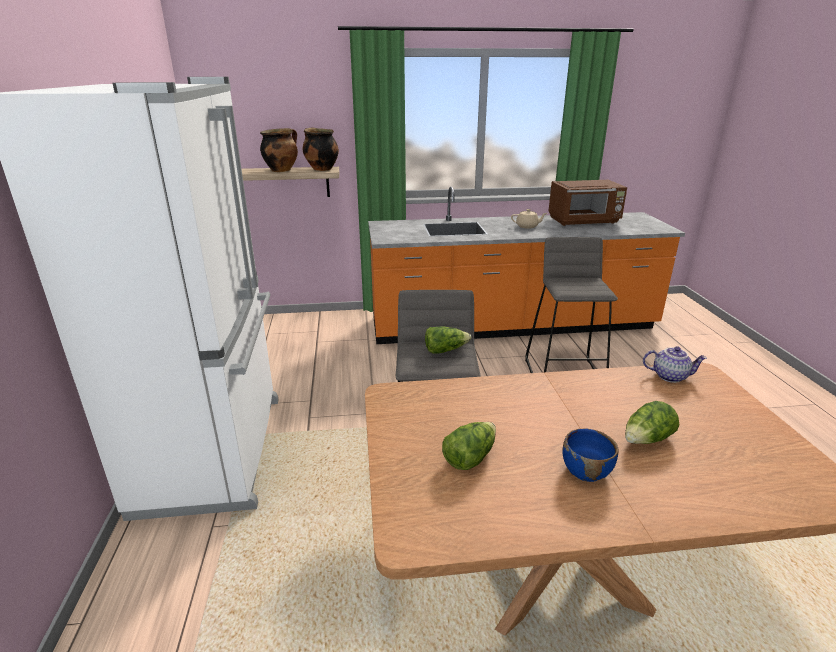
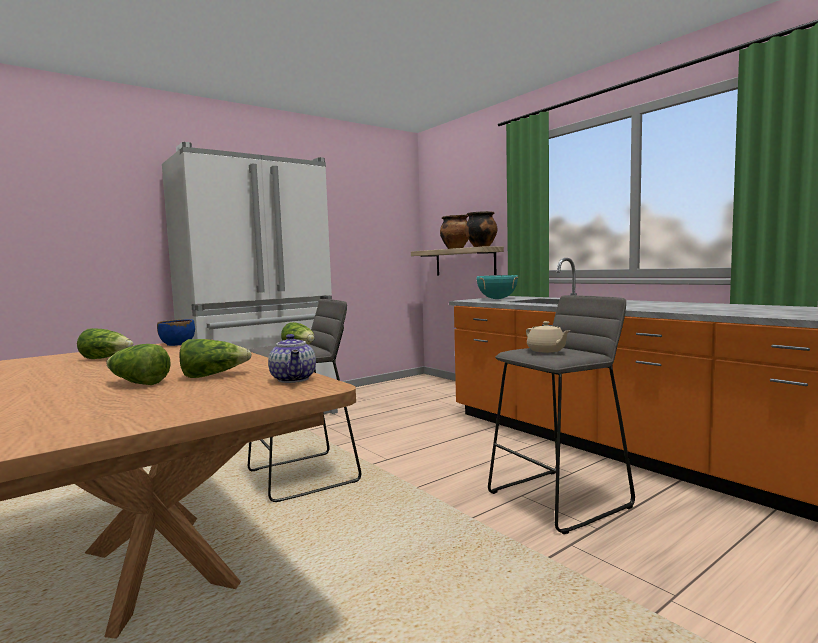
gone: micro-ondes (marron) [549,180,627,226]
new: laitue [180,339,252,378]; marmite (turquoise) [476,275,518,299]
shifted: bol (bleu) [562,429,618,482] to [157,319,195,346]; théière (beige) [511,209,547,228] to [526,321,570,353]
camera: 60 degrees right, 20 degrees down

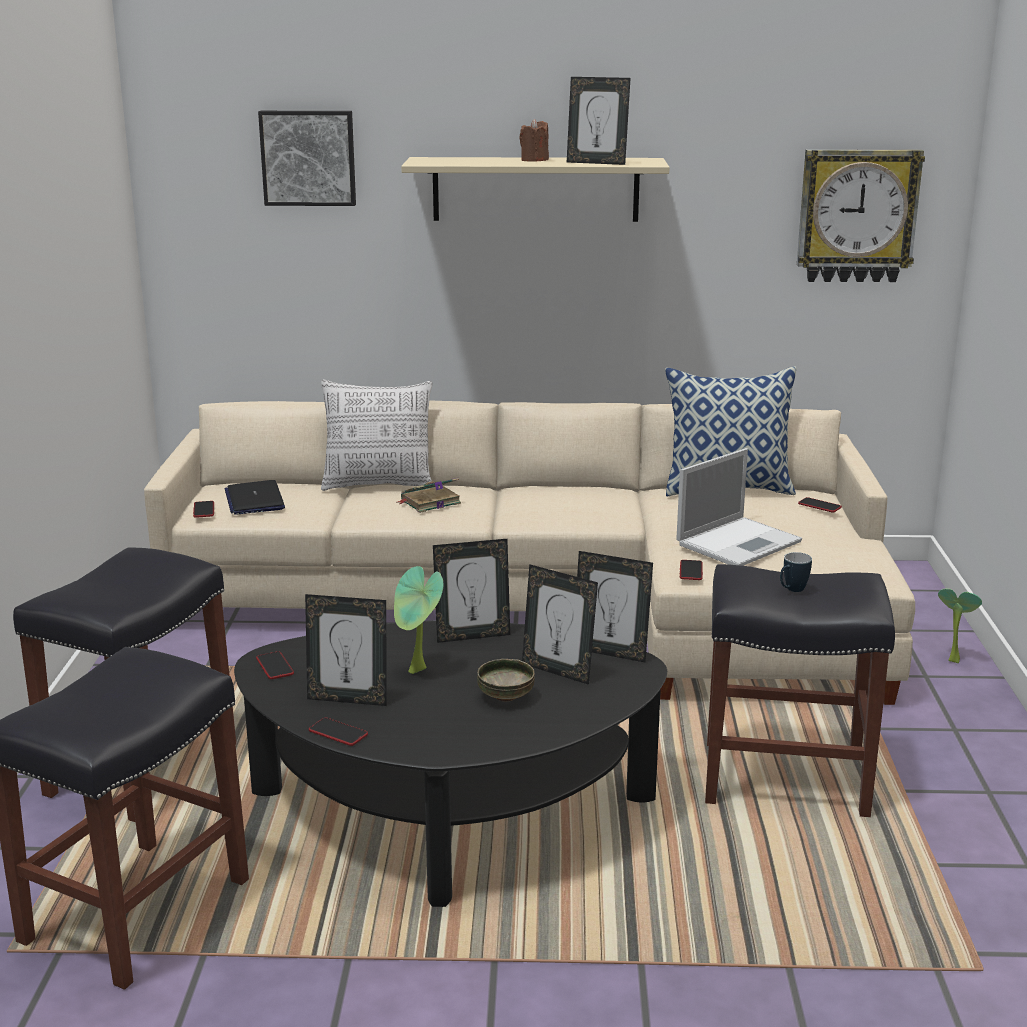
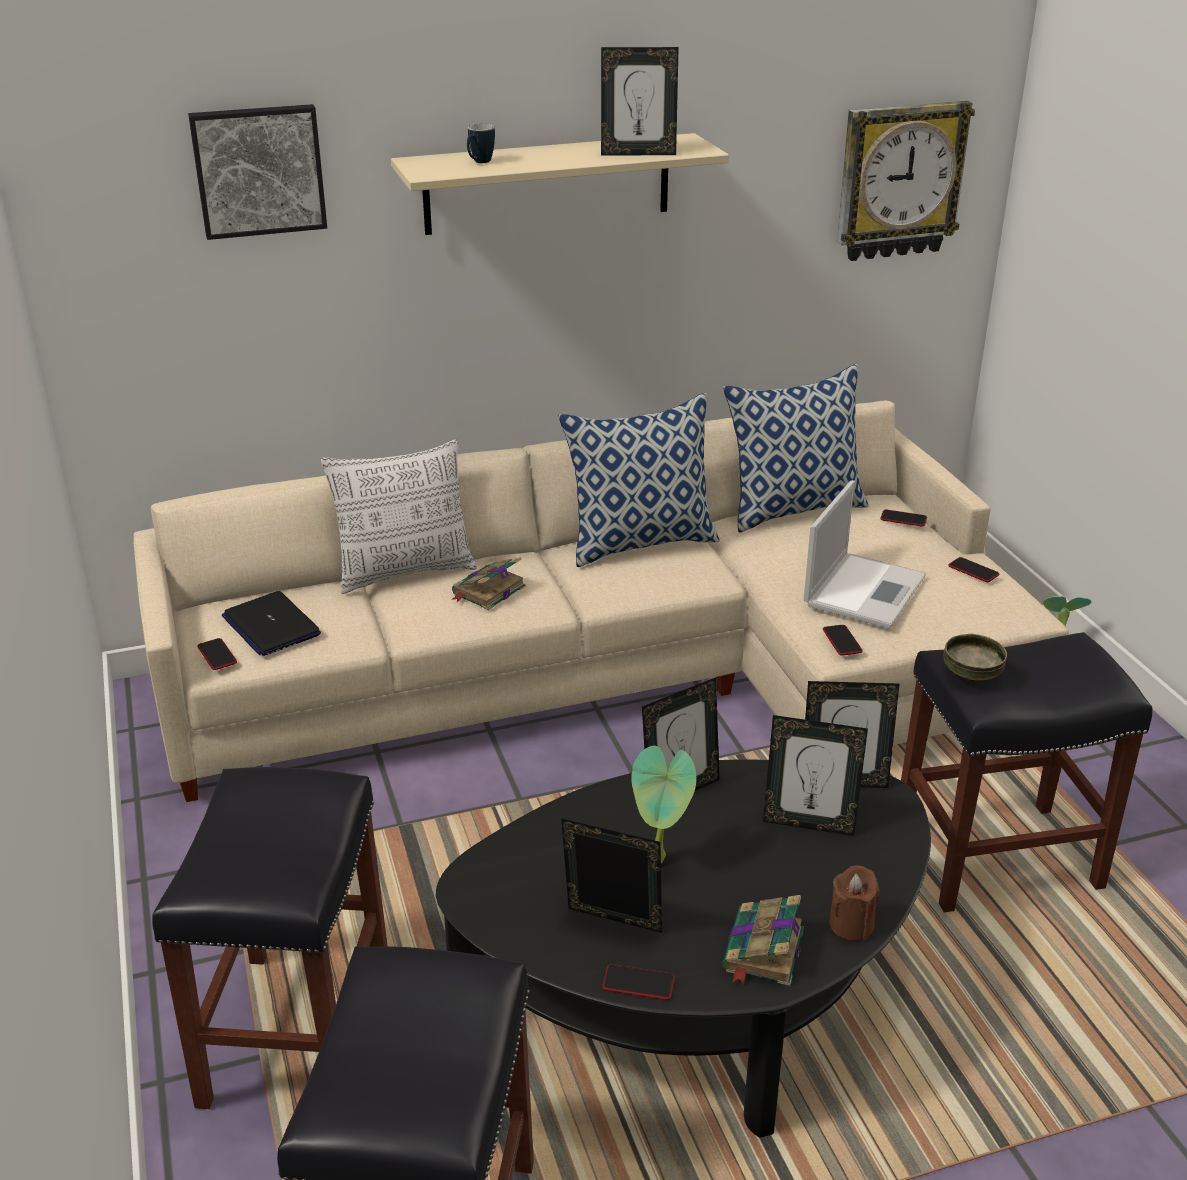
new: coussin [559,393,720,567]; livre [722,895,804,986]
shifted: mug [780,552,812,592] to [467,124,495,163]; bougie (marron) [519,119,549,162] to [829,866,880,940]; bol [477,659,535,701] to [943,634,1007,681]; téléphone [256,651,294,679] to [949,557,999,582]
rotated: cadre photo [305,594,387,706] = [561,818,662,933] 150 degrees counterclockwise
camera: 20 degrees left, 10 degrees up

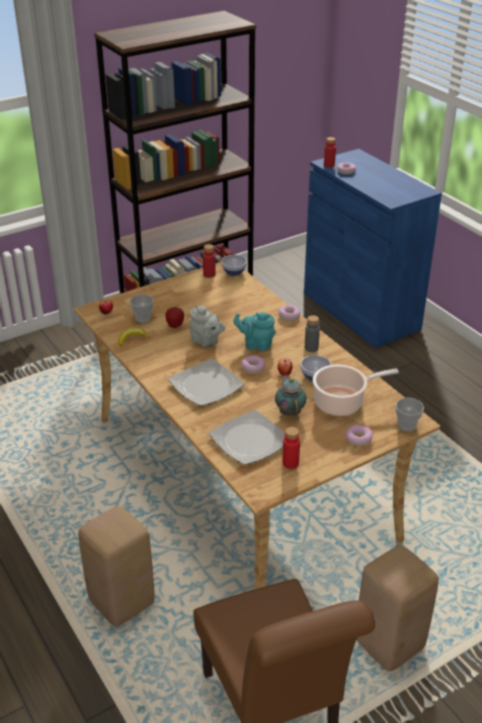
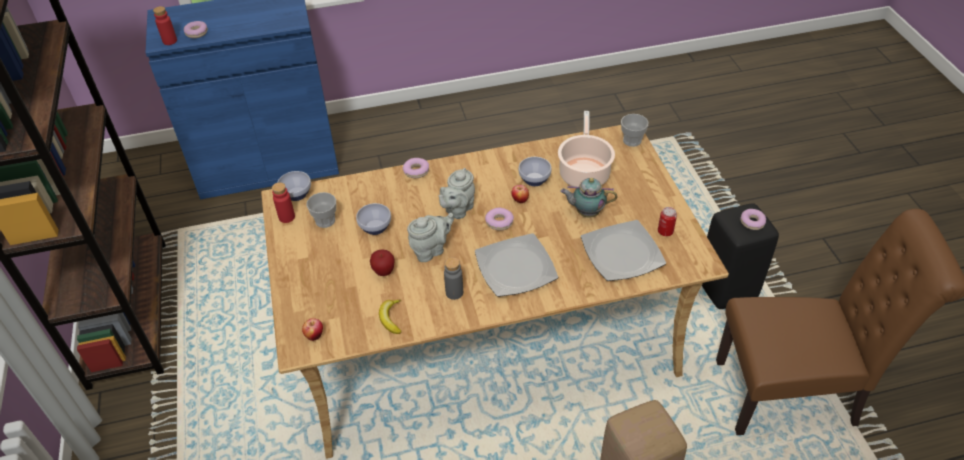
new: bol [356,203,391,235]
shifted: tasse [130,294,154,323] to [306,192,336,228]; bouteille (gris) [305,315,320,352] to [444,257,463,300]; beignet [346,425,373,446] to [740,209,766,230]
swapped: bouteille (rouge) [283,427,300,469] to boîte métallique [658,207,677,236]
repainted: théière (turquoise) [233,312,276,351] to théière (gris) [439,168,475,219]; tabouret (beige) [356,545,439,671] to tabouret (noir) [702,203,779,309]
camera: 70 degrees left, 10 degrees up

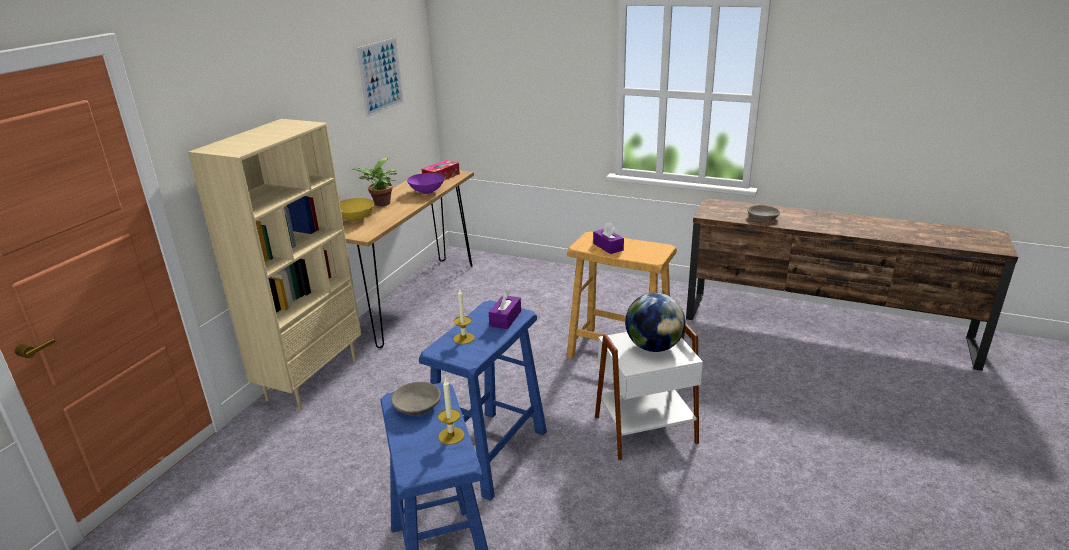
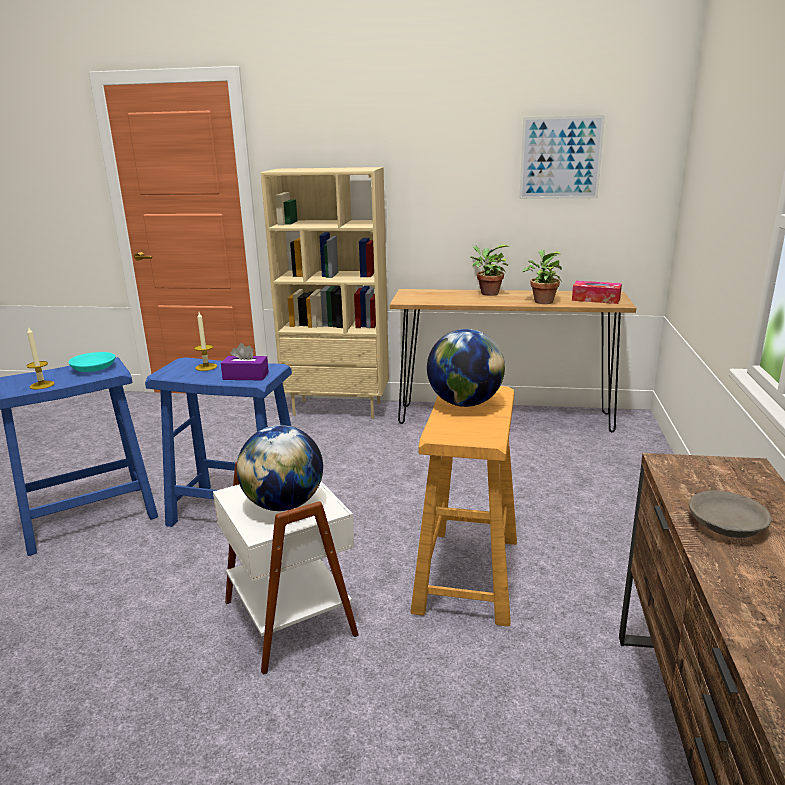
gone: bol (jaune) [340,198,374,222]
swapped: boîte à mouchoirs (violet) [593,222,624,254] to globe [427,329,505,407]; bol (violet) [407,173,444,194] to plante en pot [522,250,562,304]
repainted: bol (gris) [391,382,441,415] to bol (turquoise) [68,352,115,372]
camera: 75 degrees right, 5 degrees down

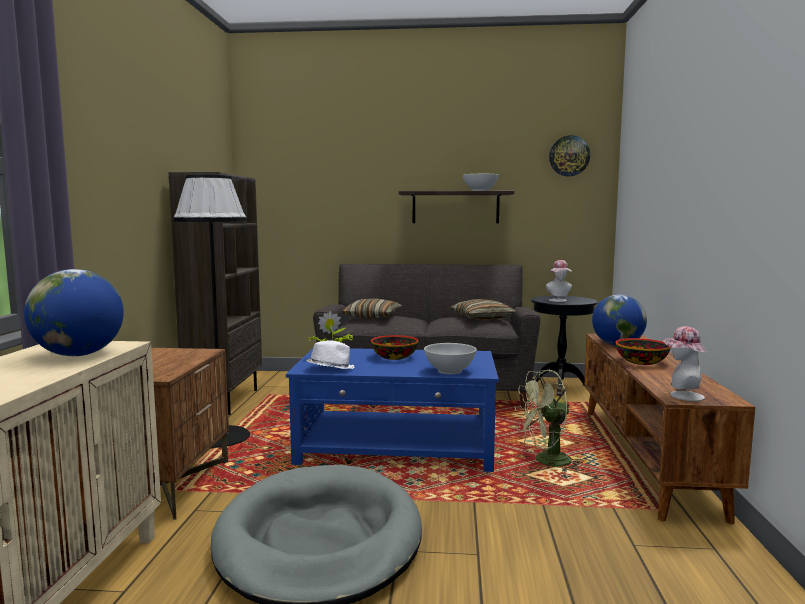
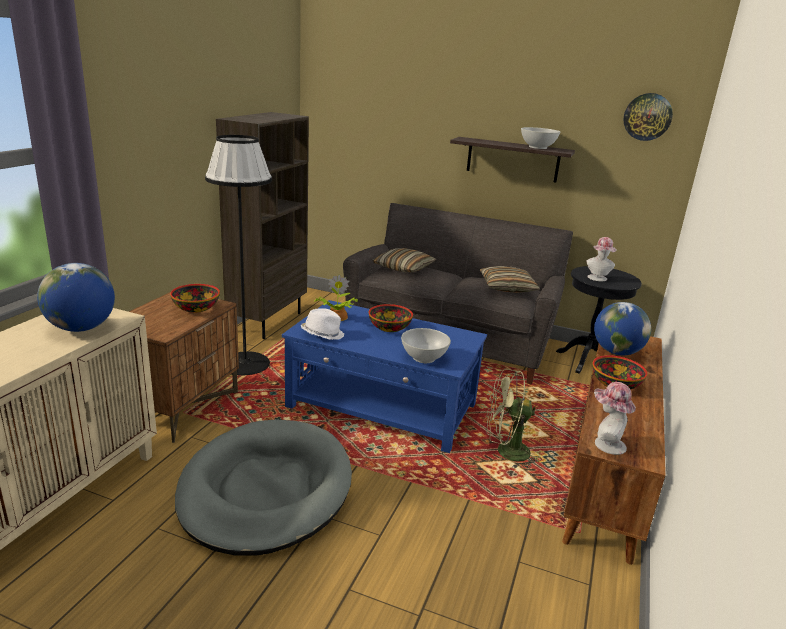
new: bol [170,284,220,313]
camera: 15 degrees right, 15 degrees up

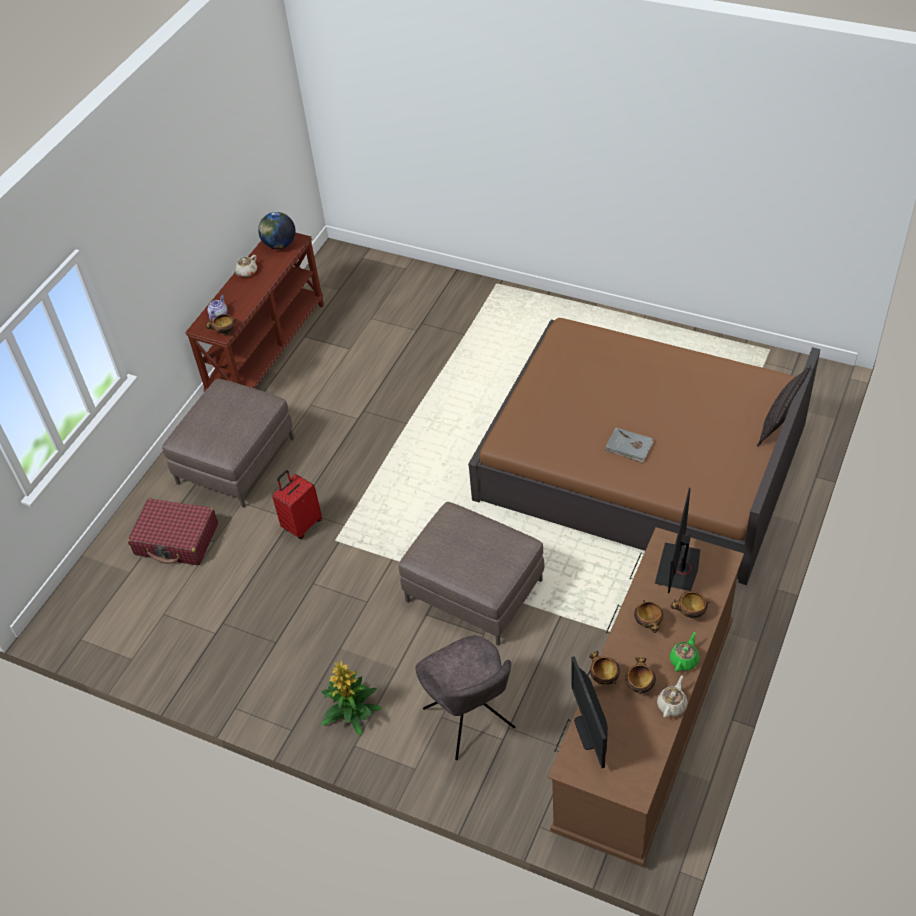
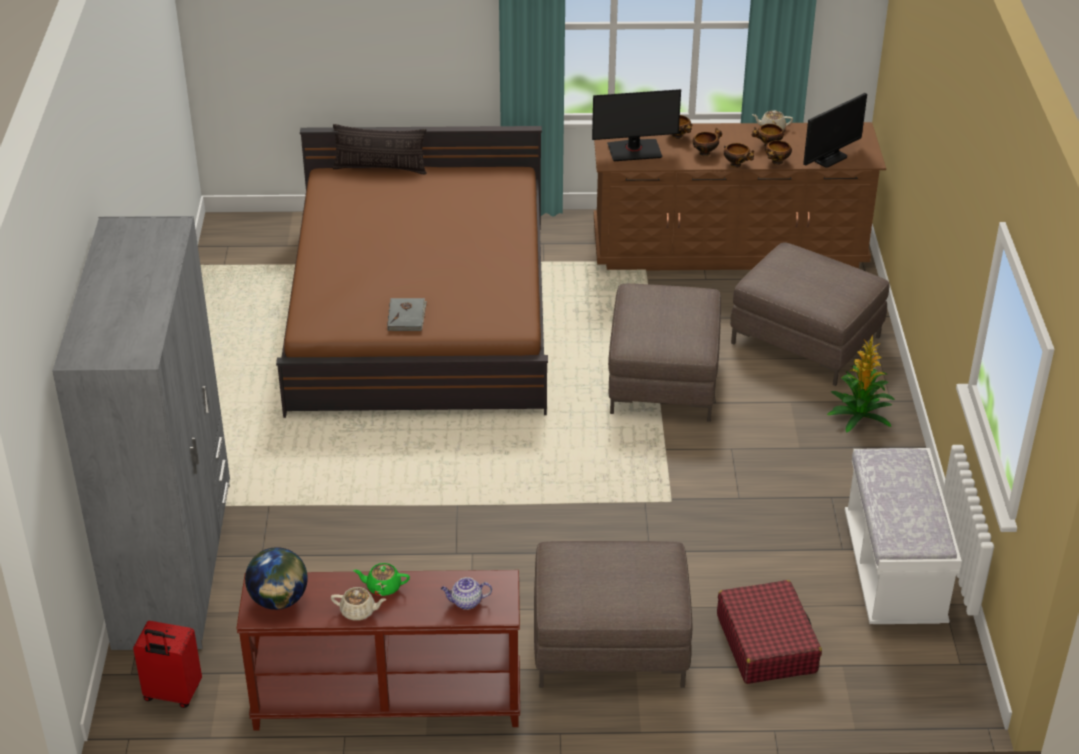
new: armoire (gris) [52,216,230,650]; banc (blanc) [845,448,962,624]
shifted: valise (rouge) [272,470,322,539] to [133,621,202,708]; théière (vert) [670,632,699,672] to [353,563,410,596]; livre (gris) [605,427,653,463] to [387,298,427,331]; bol [206,314,237,335] to [724,143,754,168]
swapped: chaise (gris) [415,635,515,760] to pouf (marron) [730,242,890,386]
camera: 120 degrees left, 10 degrees down

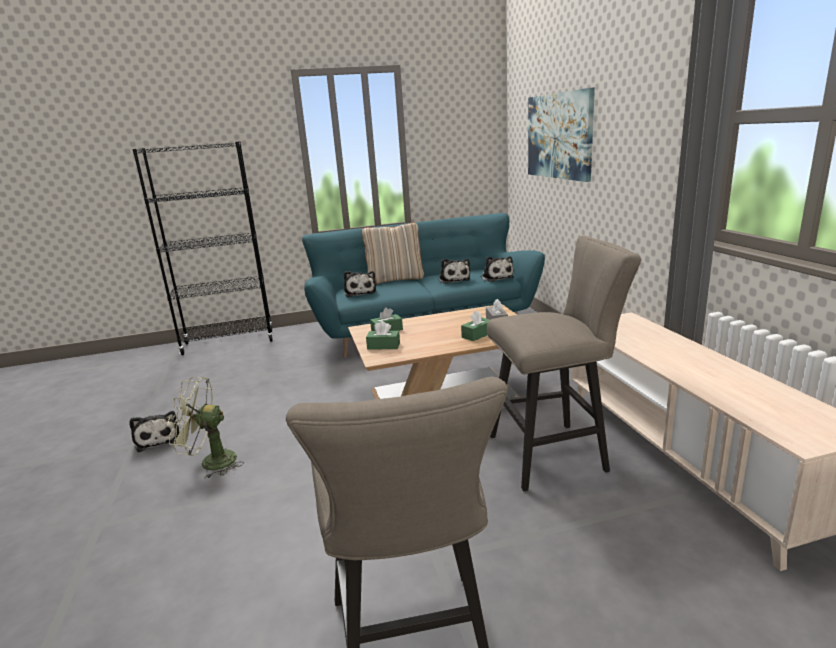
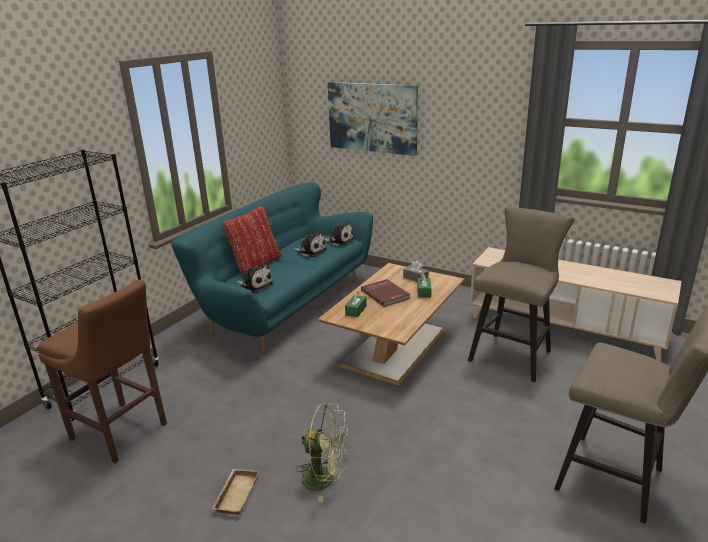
gone: boîte à mouchoirs (vert) [366,321,400,350]
new: tabouret (marron) [37,279,167,463]; livre (rouge) [361,279,410,307]
swapped: peluche [130,411,180,452] to plateau (beige) [212,469,259,515]
repainted: coussin (beige) [362,223,424,285] to coussin (rouge) [223,206,281,275]
rotated: ventilateur (vert) [168,377,244,479] = [296,403,349,502] 120 degrees counterclockwise
camera: 45 degrees left, 5 degrees up

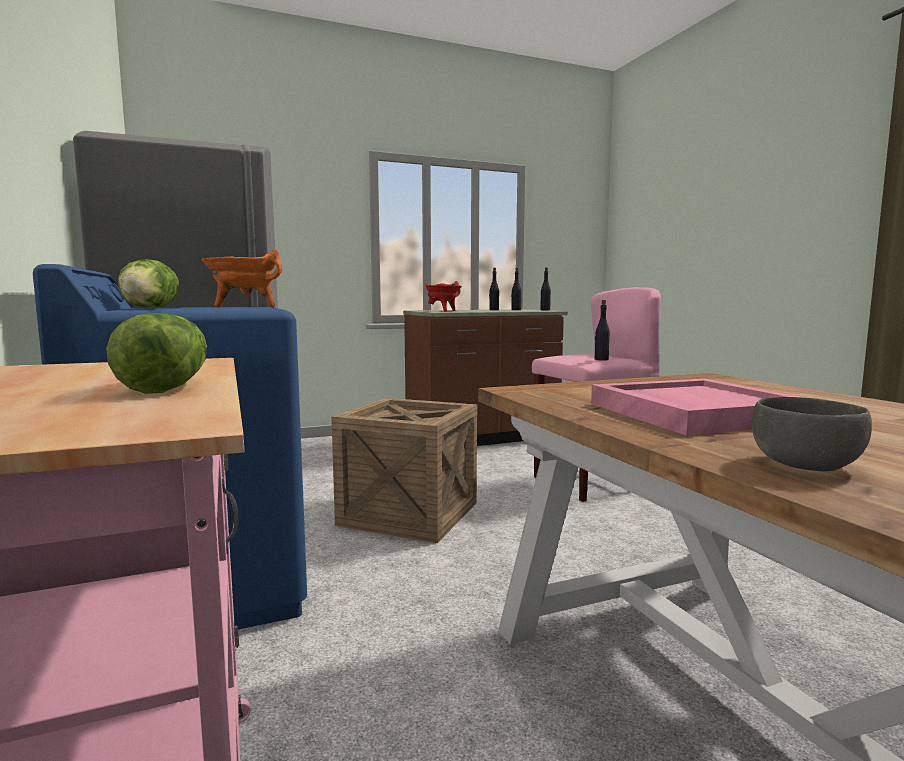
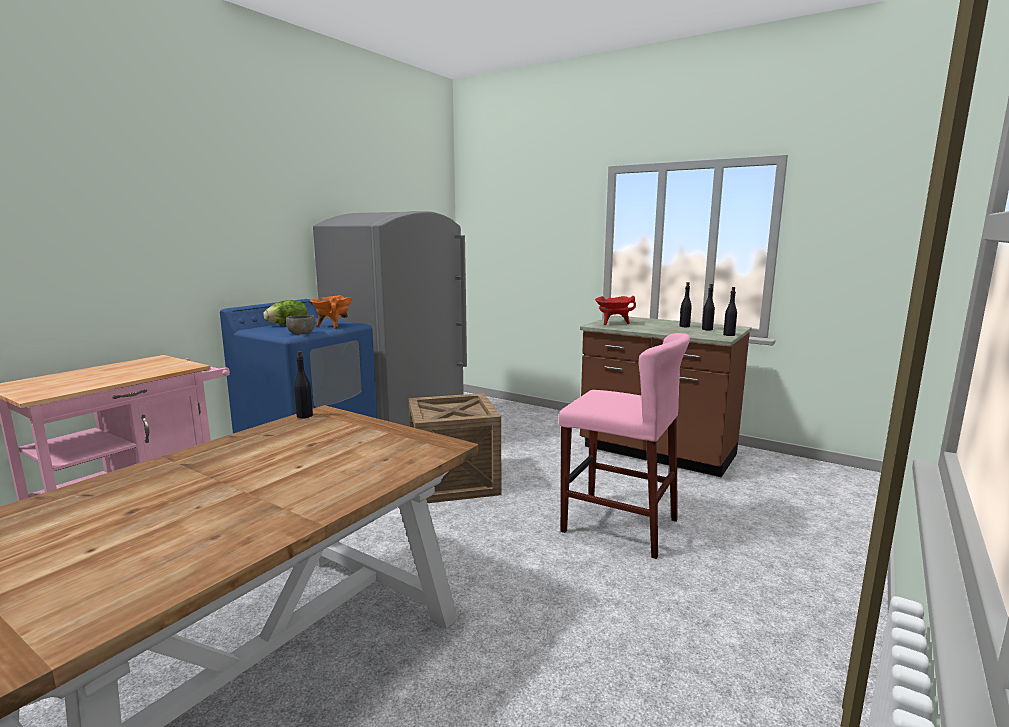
gone: laitue [106,313,207,394]; plateau (rose) [591,379,806,436]
shifted: bol (gris) [752,397,872,471] to [286,315,315,334]; bouteille (noir) [595,300,610,360] to [294,351,313,418]
camera: 55 degrees right, 5 degrees up

